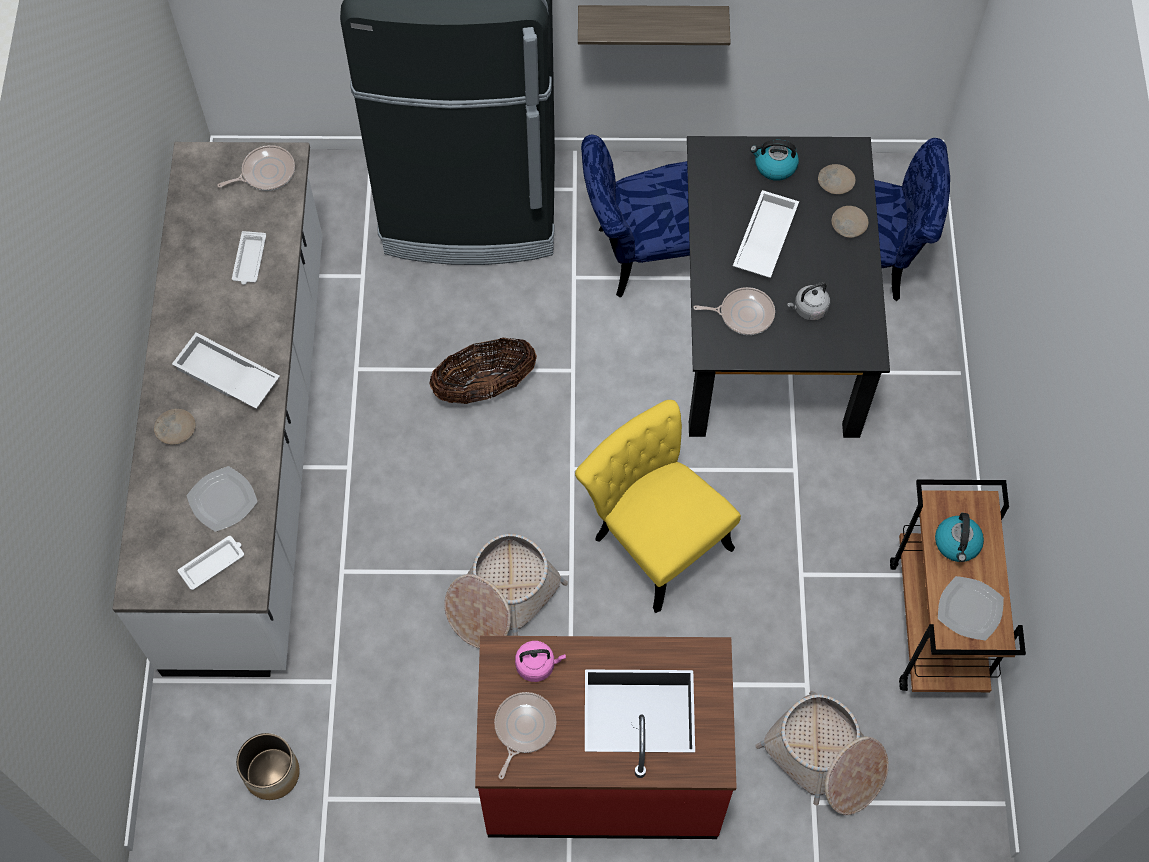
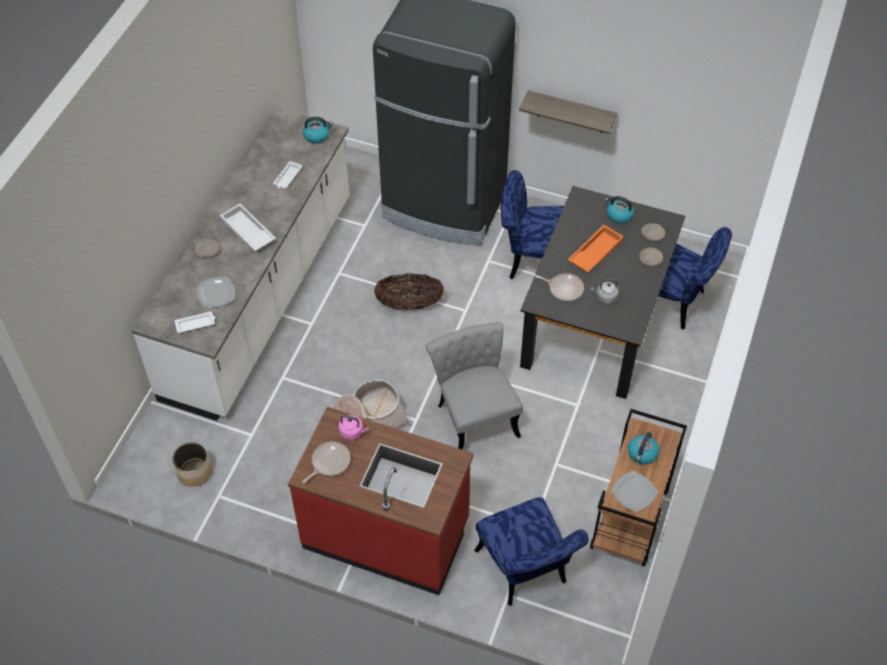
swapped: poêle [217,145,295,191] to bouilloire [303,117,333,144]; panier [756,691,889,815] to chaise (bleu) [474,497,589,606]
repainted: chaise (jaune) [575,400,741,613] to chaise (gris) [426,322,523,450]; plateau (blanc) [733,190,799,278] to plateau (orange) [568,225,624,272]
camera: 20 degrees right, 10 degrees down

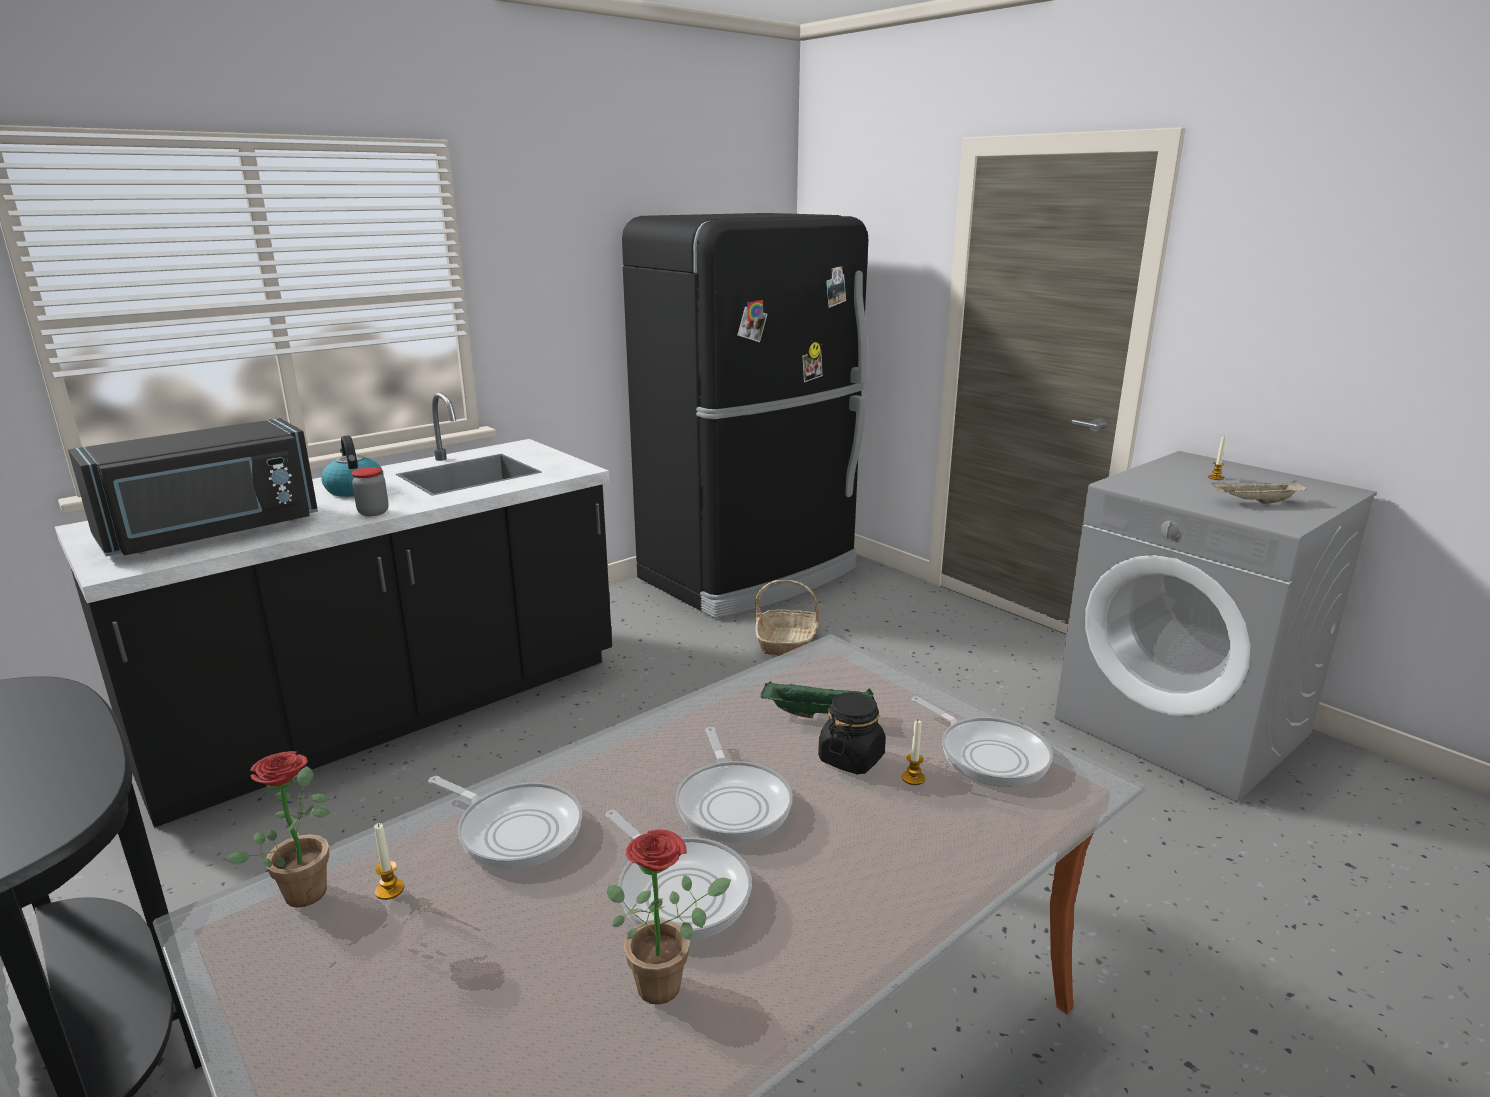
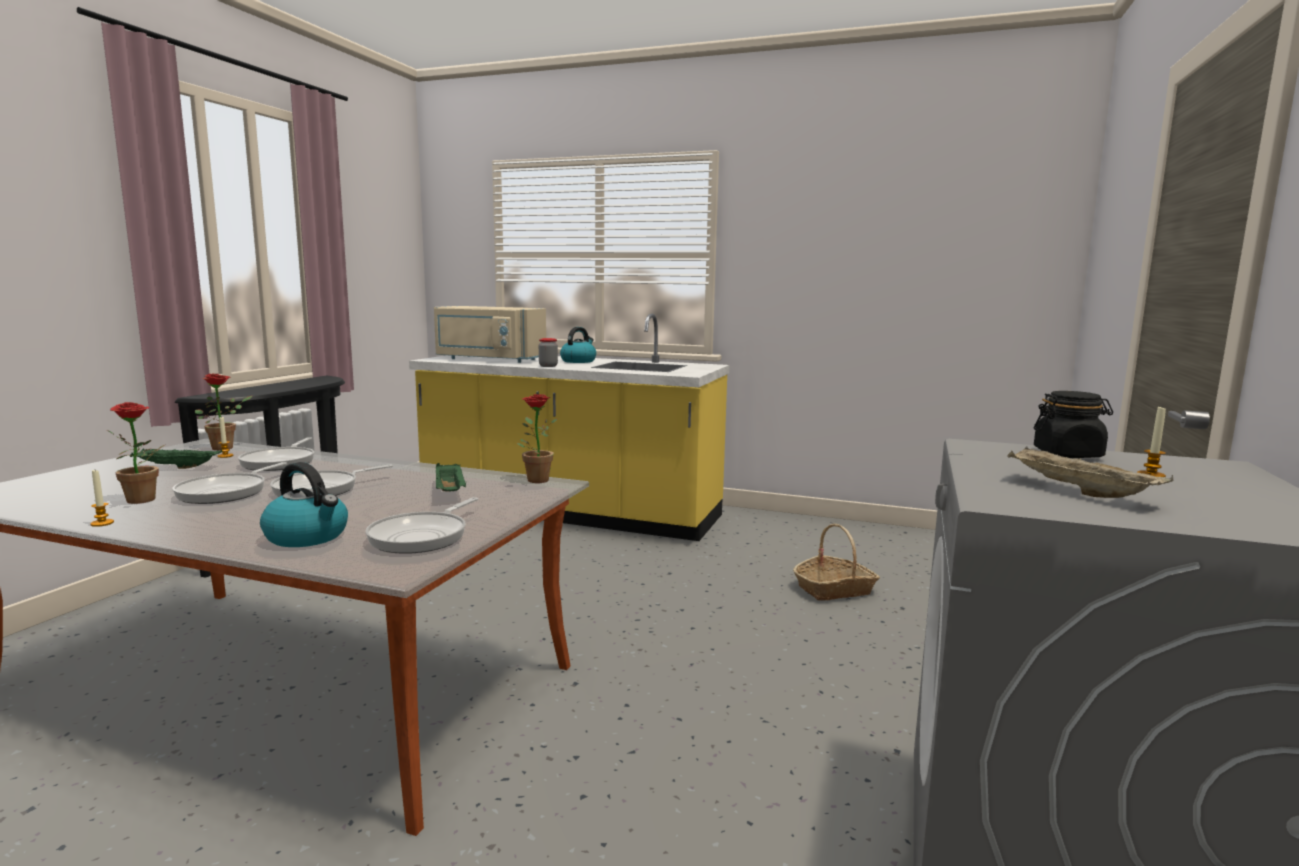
gone: réfrigérateur (noir) [622,213,868,618]
new: plateau (vert) [130,448,223,469]; bouilloire [260,462,348,547]; plante en pot [517,394,558,483]
shifted: bougie [902,720,925,785] to [90,470,114,527]; bocal (noir) [818,692,886,774] to [1034,391,1113,458]
repainted: comptoir de cuisine (noir) [55,392,612,828] to comptoir de cuisine (jaune) [409,314,729,541]; micro-ondes (noir) [68,418,318,556] to micro-ondes (beige) [434,306,546,363]
camera: 60 degrees right, 10 degrees down

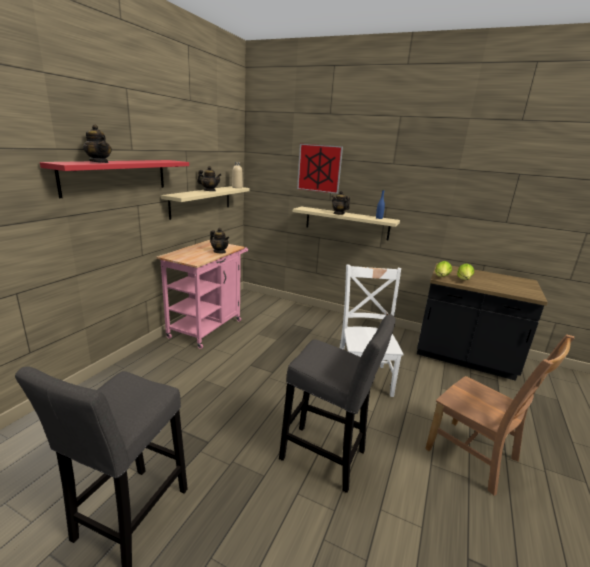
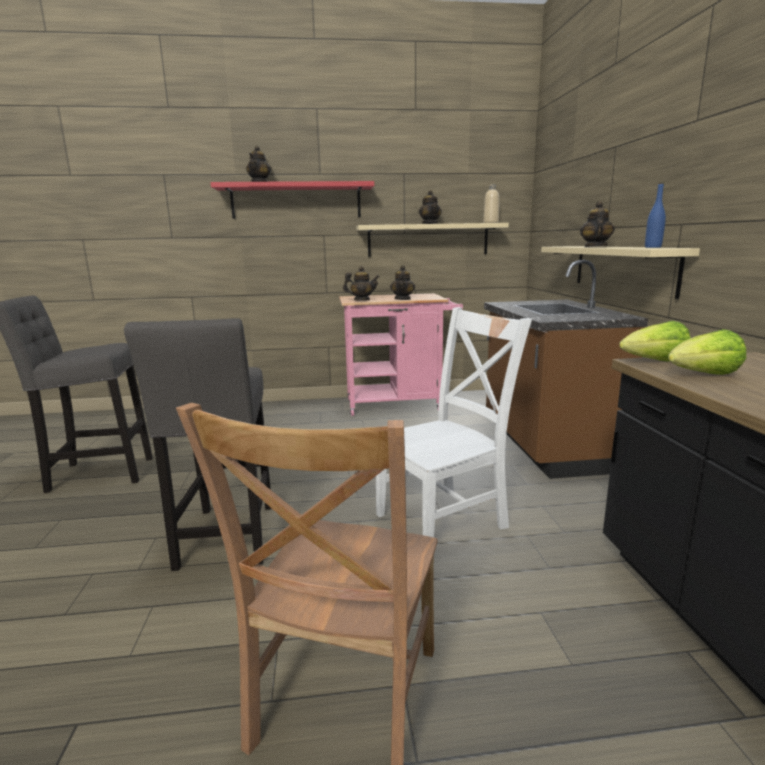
gone: tableau [297,144,343,194]
new: théière [343,266,379,300]; comptoir de cuisine (marron) [484,260,648,479]
camera: 60 degrees right, 5 degrees down

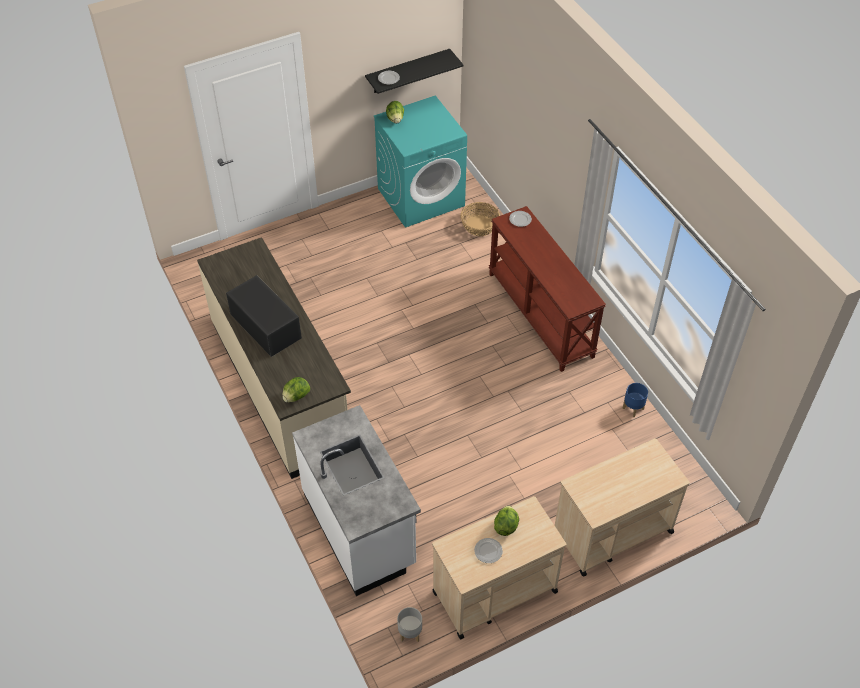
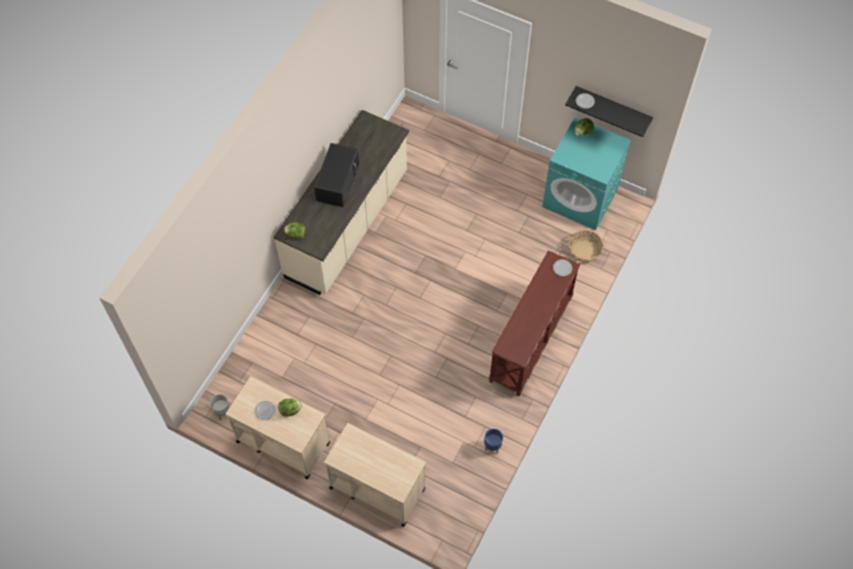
gone: comptoir de cuisine (blanc) [292,405,421,596]
camera: 55 degrees right, 10 degrees up

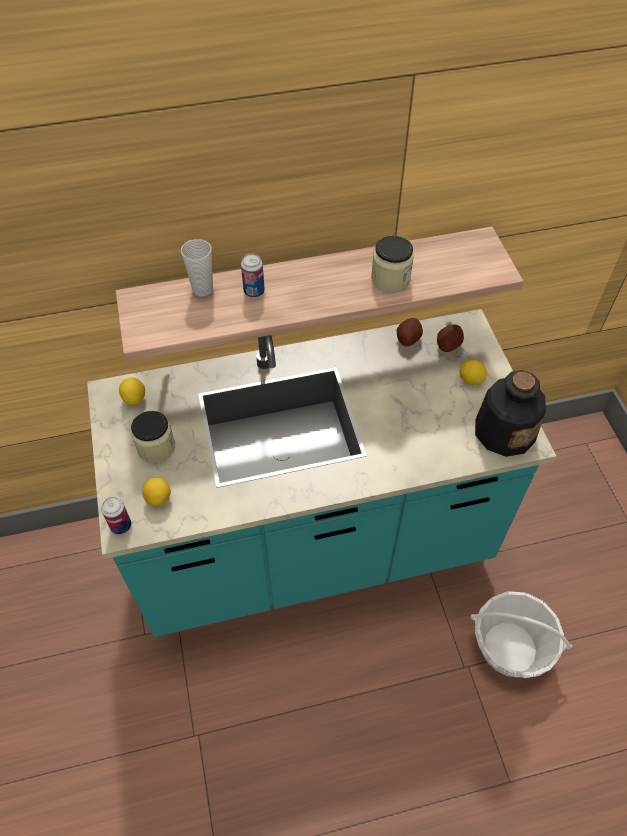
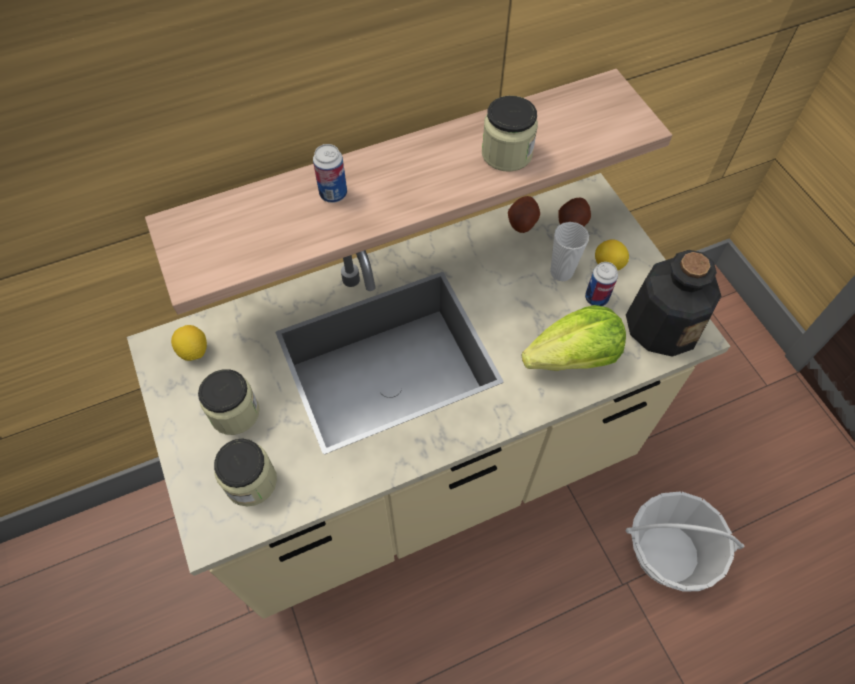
new: laitue [522,305,626,371]
shifted: tasse [181,239,213,297] to [550,222,589,281]; boîte métallique [102,497,131,534] to [585,262,618,306]
swapped: citron [142,477,171,506] to bocal [214,439,277,507]
repainted: comptoir de cuisine (turquoise) [87,309,556,637] to comptoir de cuisine (beige) [127,173,730,619]
camera: 10 degrees left, 5 degrees up

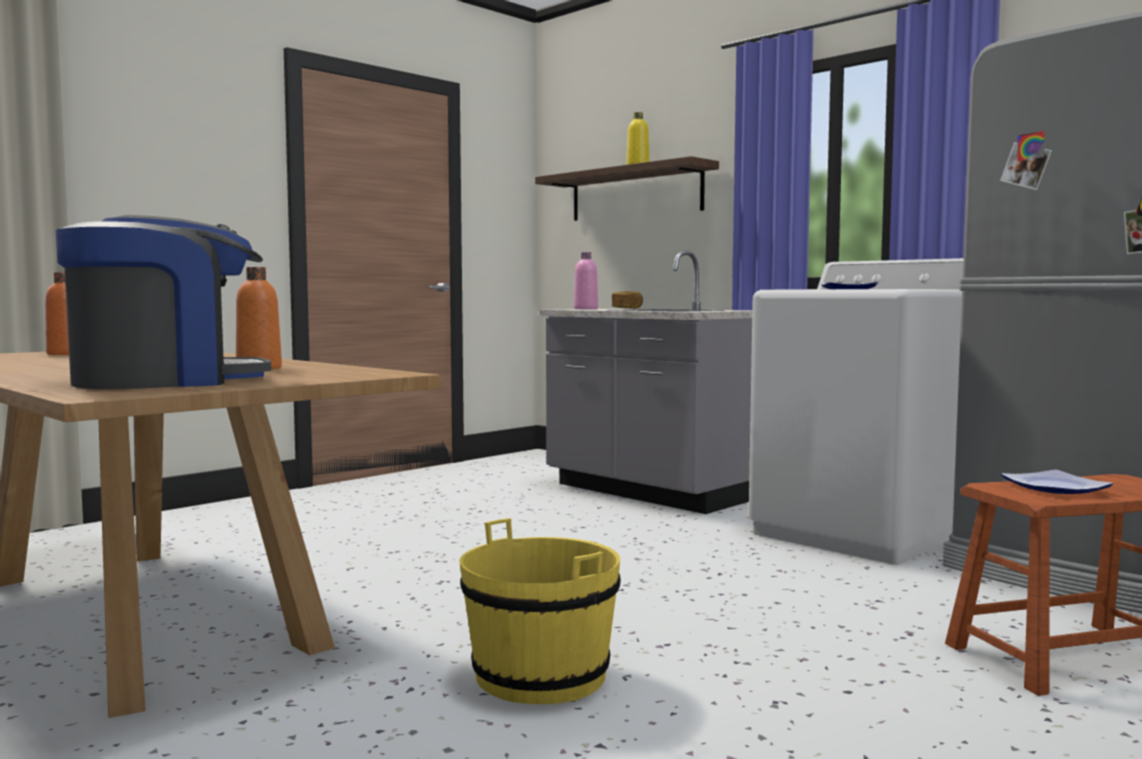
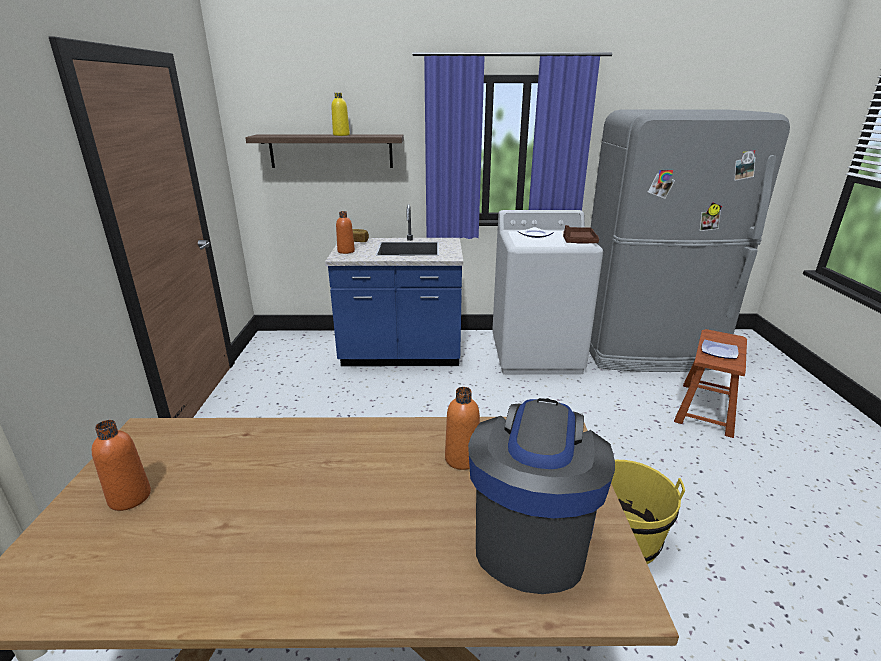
new: plateau (marron) [563,225,599,244]
repainted: comptoir de cuisine (gris) [539,251,752,514] to comptoir de cuisine (bleu) [325,204,463,366]; bouteille (rose) [574,252,598,309] to bouteille (orange) [336,211,355,254]
camera: 45 degrees left, 20 degrees up

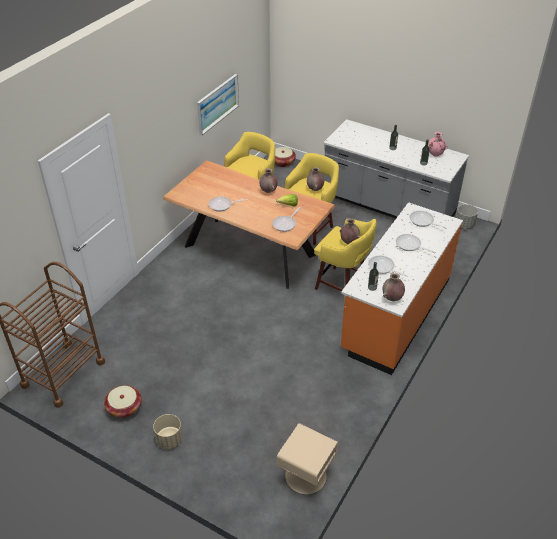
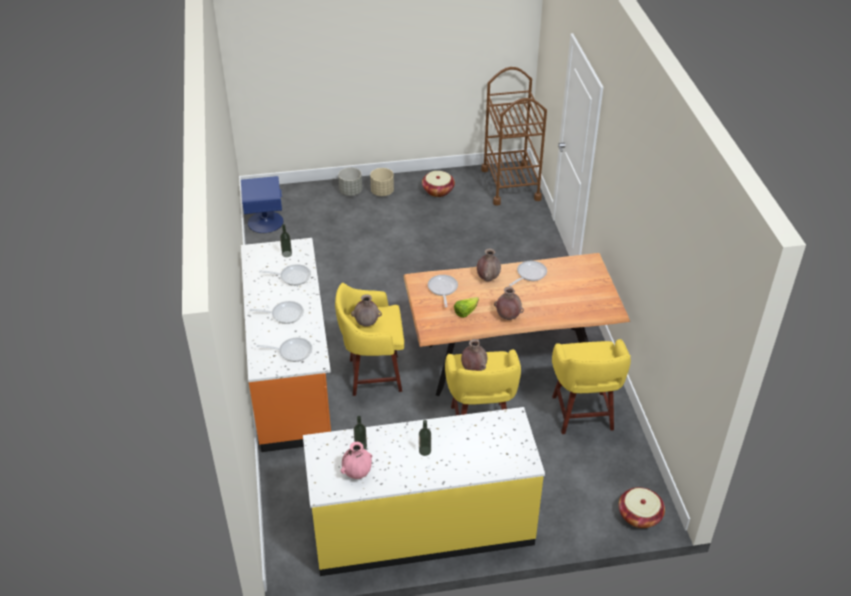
gone: tableau [197,74,239,135]
shifted: cache-pot (gris) [456,204,478,229] to [338,167,362,196]; vase (marron) [383,273,405,301] to [477,249,501,282]
repainted: table de chevet (beige) [277,423,338,495] to table de chevet (bleu) [241,176,283,233]; comptoir de cuisine (gris) [324,119,469,218] to comptoir de cuisine (jaune) [303,407,545,576]
camera: 140 degrees right, 0 degrees up

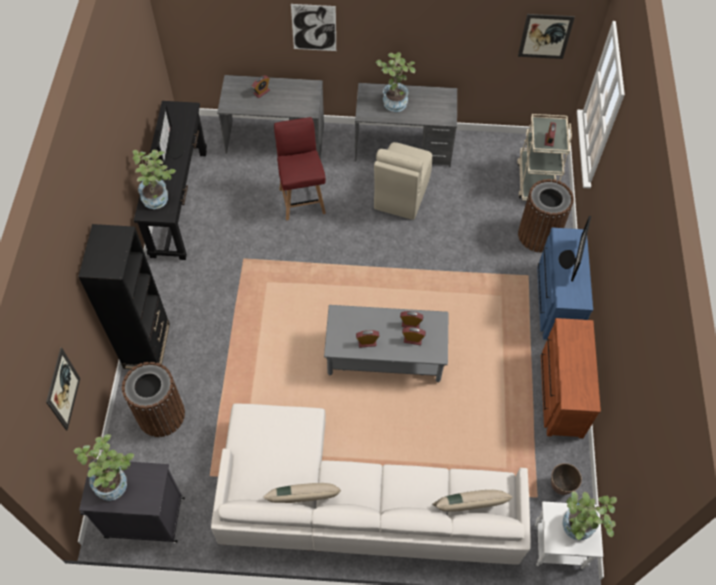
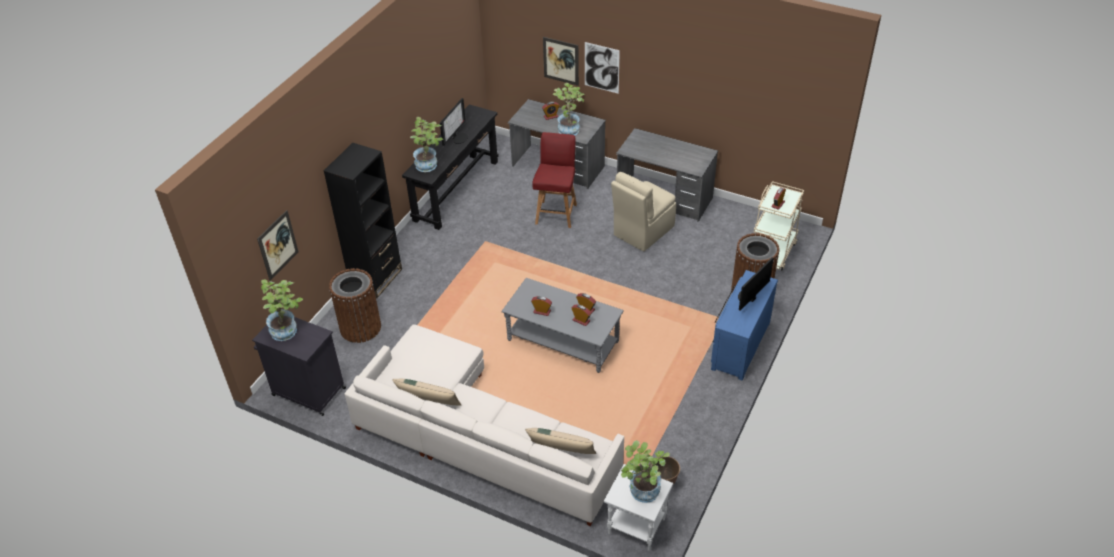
gone: commode (marron) [541,318,601,438]
shifted: tableau [518,14,575,59] to [543,37,579,86]; plante en pot [375,52,416,112] to [553,83,585,135]
camera: 25 degrees right, 15 degrees down

